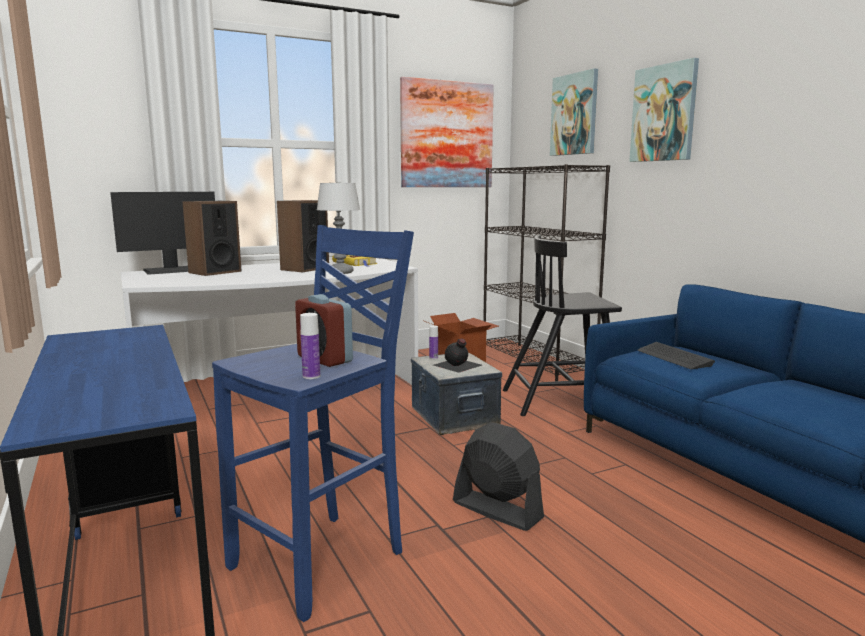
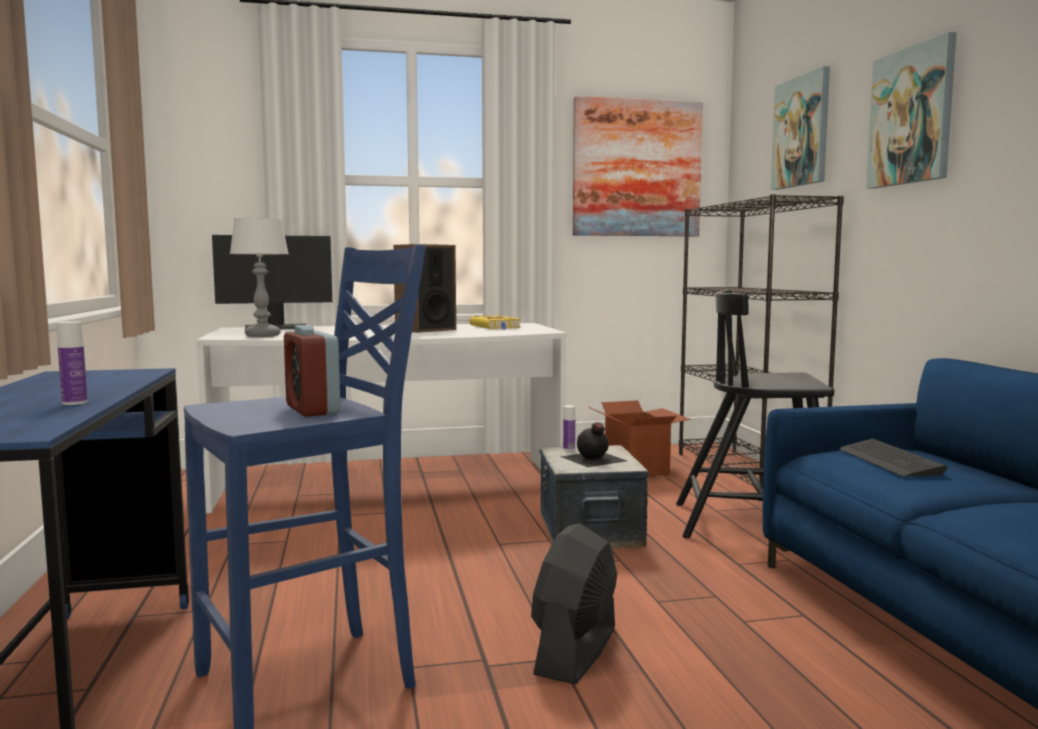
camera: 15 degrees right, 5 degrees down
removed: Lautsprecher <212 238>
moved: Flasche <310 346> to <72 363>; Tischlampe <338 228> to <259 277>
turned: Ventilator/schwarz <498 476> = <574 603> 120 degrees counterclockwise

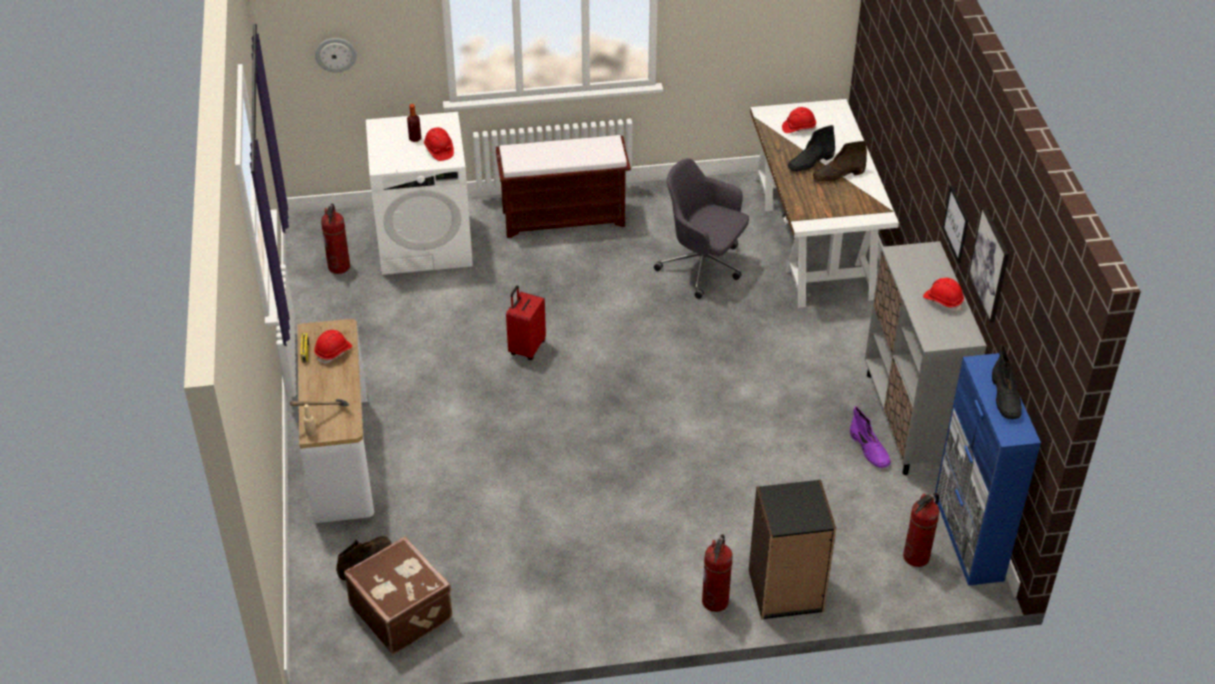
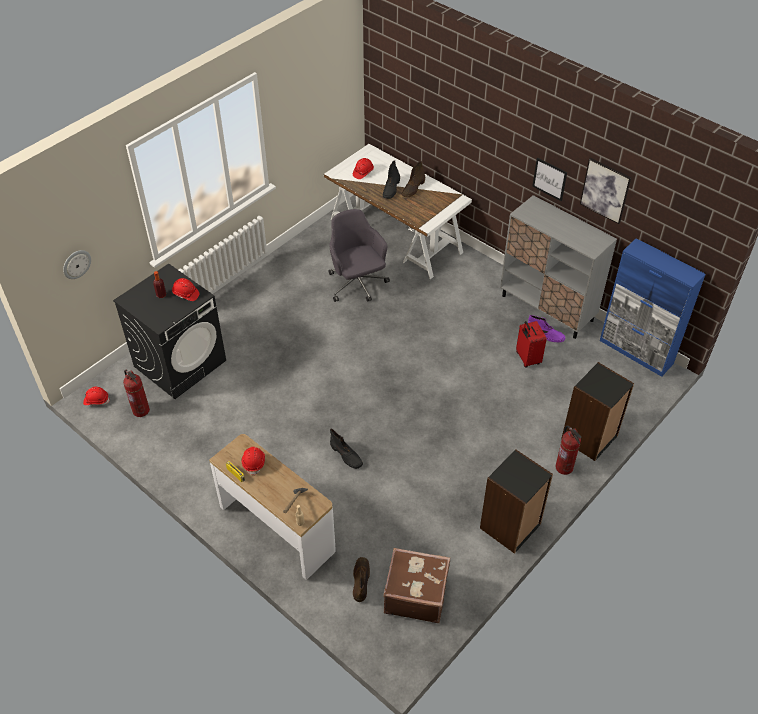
camera: 40 degrees left, 5 degrees up
removed: Bank/braun <563 186>; Feuerlöscher <921 530>
added: Bücherregal/schwarz <516 501>
moved: Koffer/rot <526 323> to <531 344>; Schutzhelm/rot <943 294> to <96 396>; Stiefel/schwarz <1007 381> to <346 449>
recoloured: Waschmaschine/weiß <419 193> to Waschmaschine/schwarz <169 331>
turned: Bürostuhl/grau <701 228> = <359 255> 75 degrees clockwise

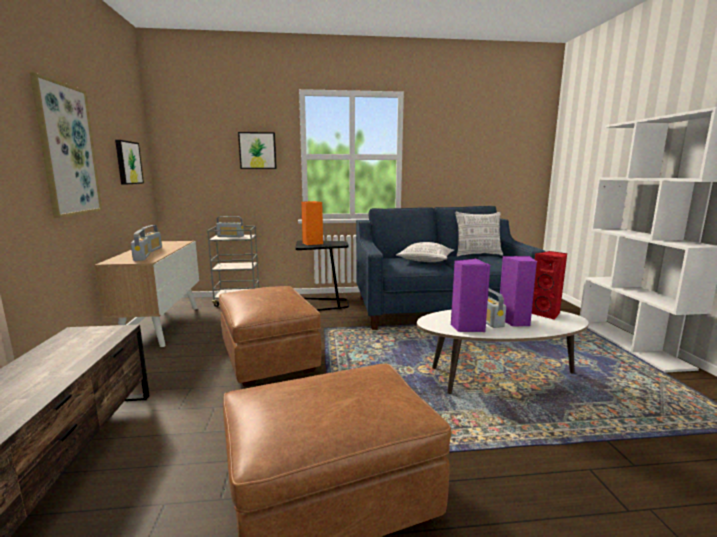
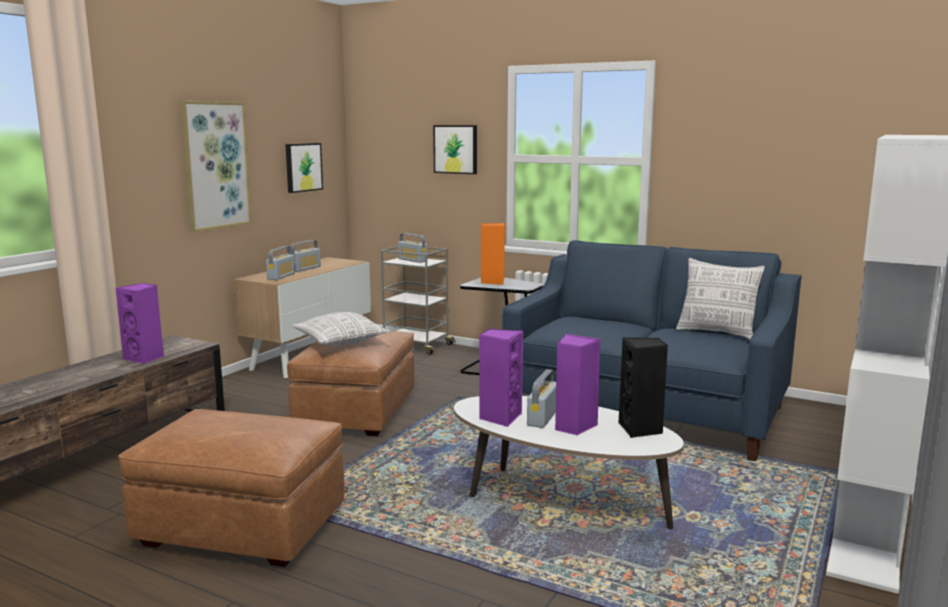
camera: 35 degrees right, 0 degrees up
added: Lautsprecher/lila <140 323>
moved: Kissen <425 252> to <341 329>
recoloured: Lautsprecher/rot <549 285> to Lautsprecher/schwarz <643 387>

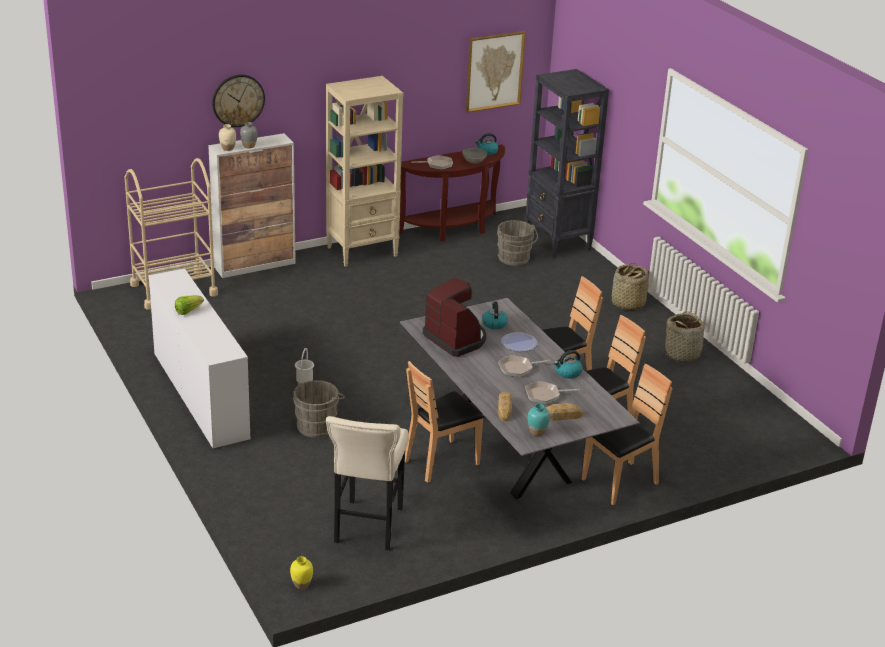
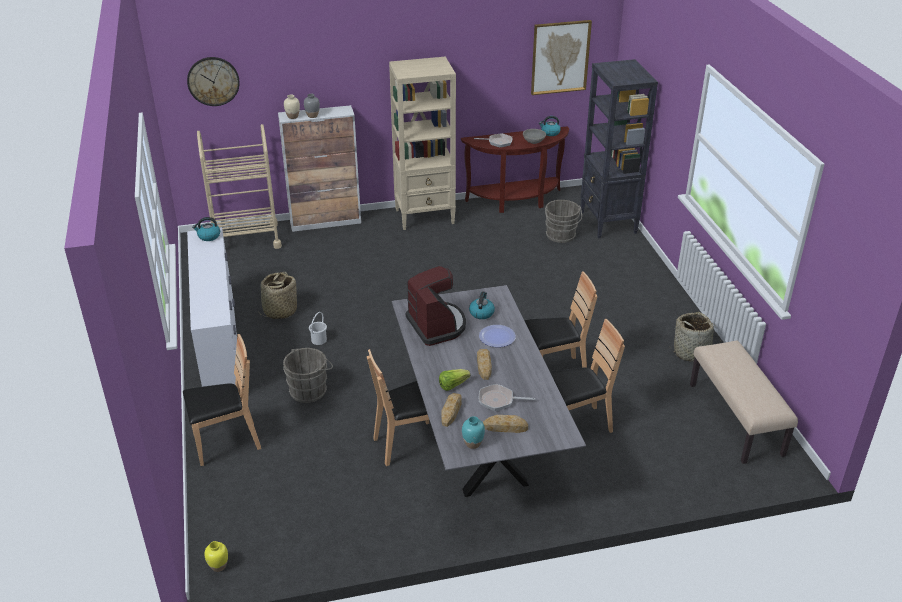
camera: 15 degrees right, 5 degrees up
removed: Hocker/beige <367 483>
added: Bank/beige <744 402>
moved: Salatkopf <189 305> to <455 380>; Wanduhr <238 101> to <213 81>; Wasserkessel <568 364> to <206 229>; Stuhl/braun <627 434> to <222 400>; Korb <630 286> to <278 295>
replaced: Pfanne <524 366> to Brot <484 364>

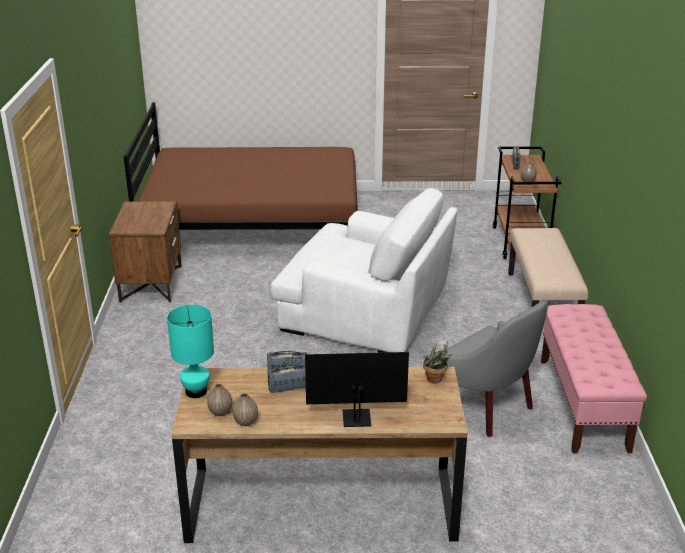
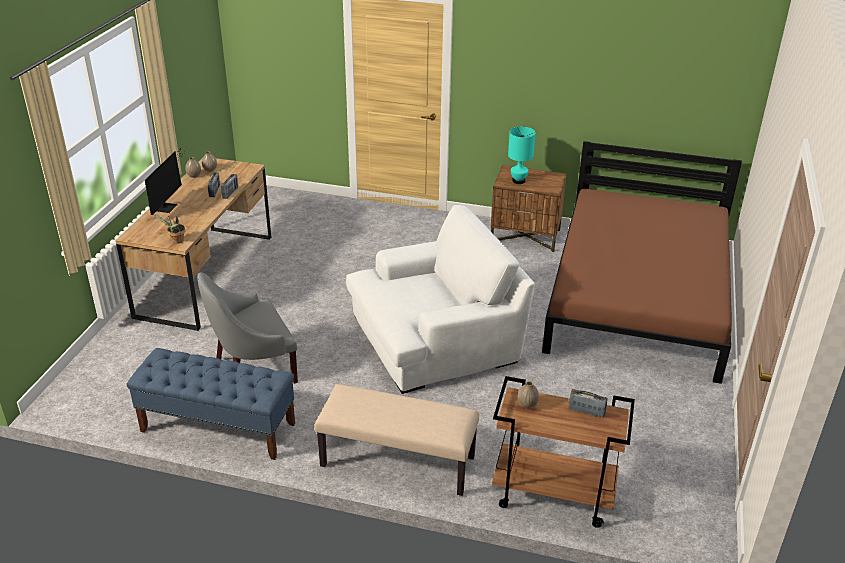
camera: 105 degrees right, 5 degrees up
moved: Tischlampe/türkis <190 351> to <522 155>
recoloured: Bank/rosa <594 378> to Bank/blau <211 404>
turned: Sessel/weiß <364 270> = <440 299> 150 degrees counterclockwise

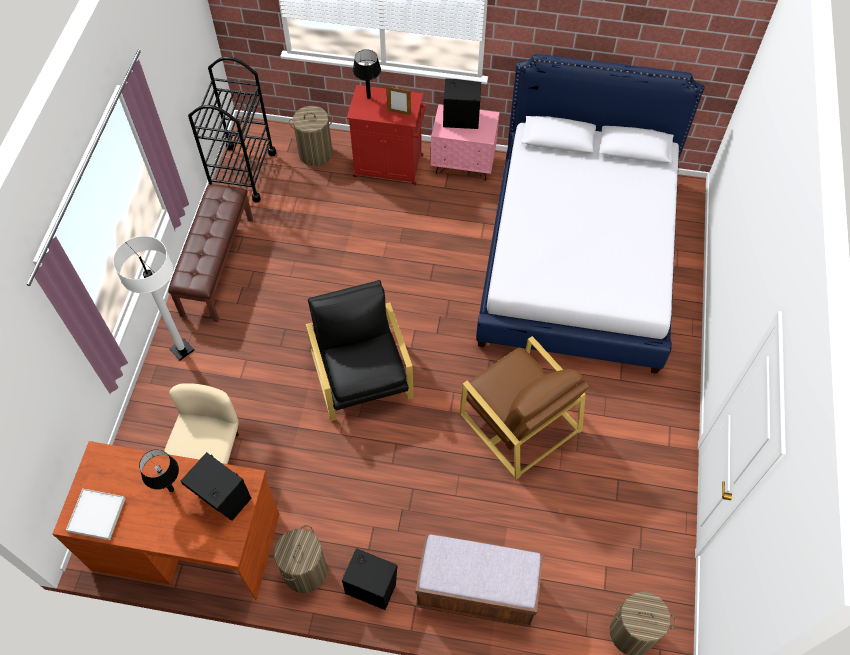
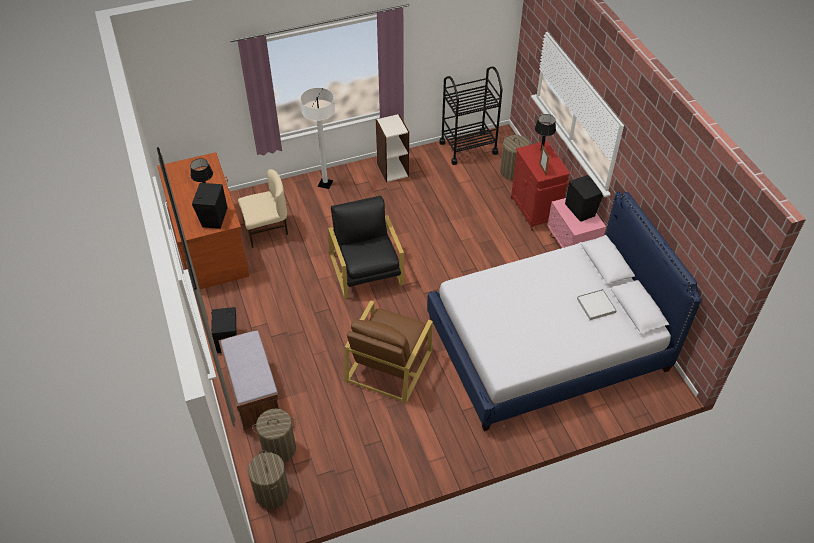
camera: 60 degrees right, 10 degrees down
moved: Tablett/weiß <95 514> to <597 304>; Wäschekorb <300 559> to <274 435>
replaced: Bank/braun <210 253> to Bücherregal <392 148>
turned: Sessel/schwarz <360 350> = <366 247> 60 degrees counterclockwise

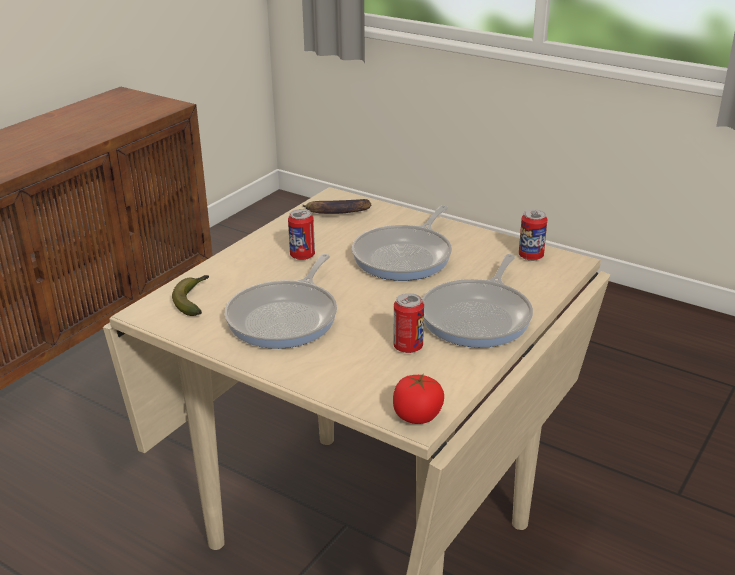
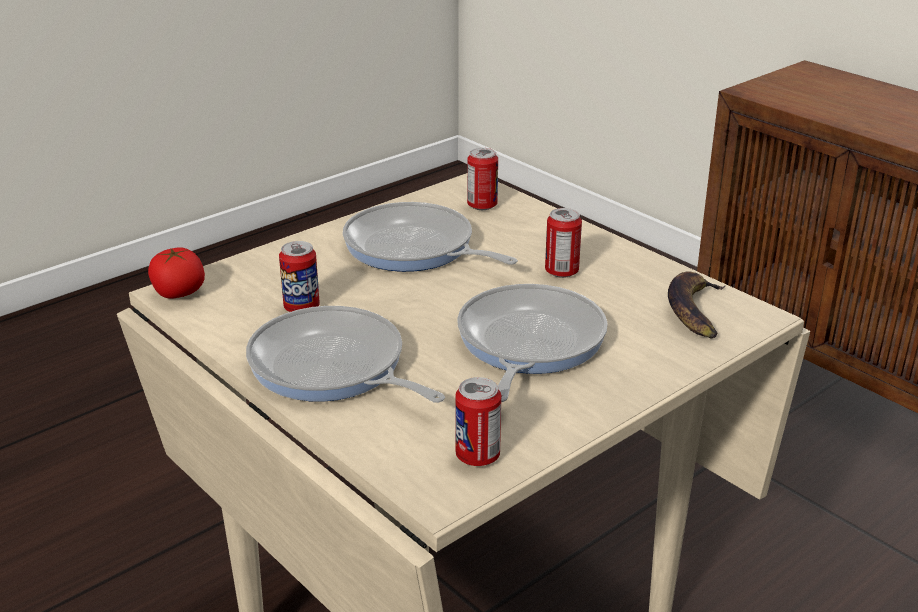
camera: 105 degrees right, 0 degrees up
replaced: Banane <190 295> to Dose <482 179>
turned: Pfanne <402 243> = <532 343> 60 degrees clockwise

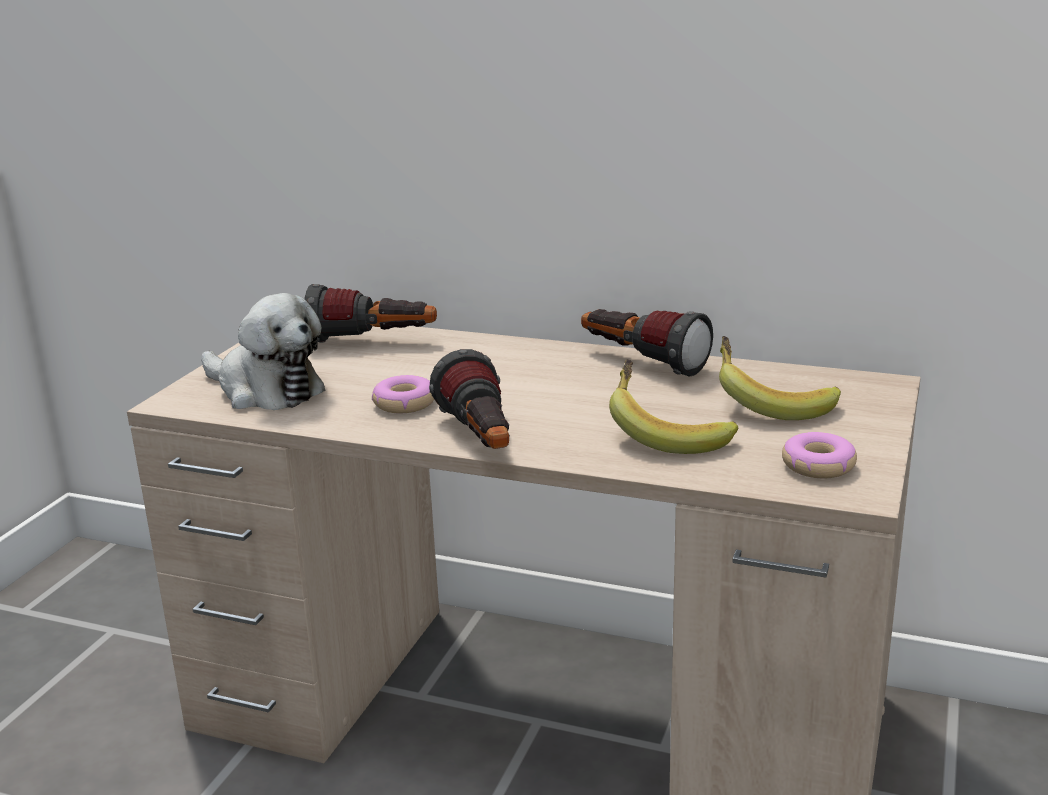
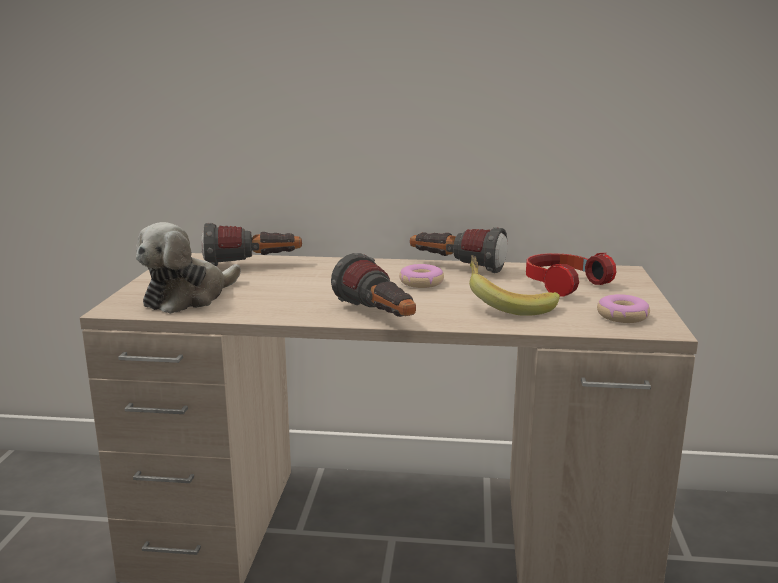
camera: 15 degrees left, 5 degrees down
moved: Donut <403 394> to <421 276>
replaced: Banane <780 378> to Kopfhörer <571 275>
turned: Plüschtier <263 351> = <188 268> 105 degrees clockwise

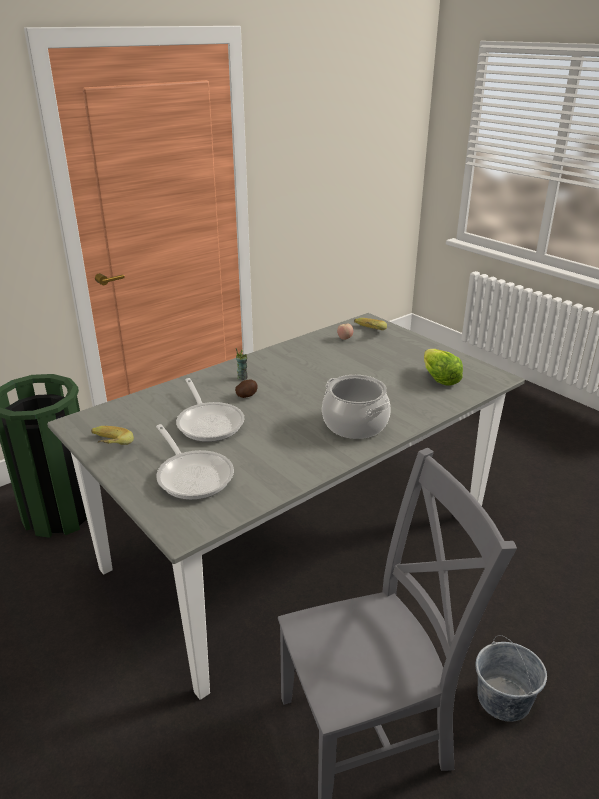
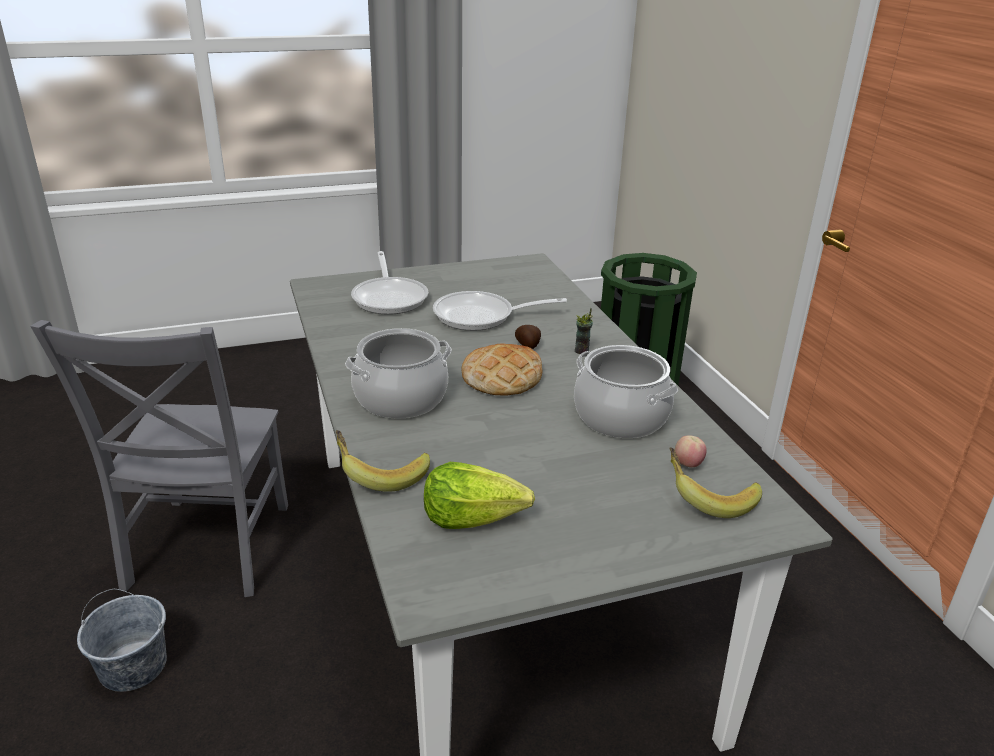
camera: 110 degrees right, 0 degrees up
added: Brot <502 369>; Kochtopf <626 391>
moved: Banane <112 435> to <383 461>
turned: Pfanne <195 462> = <389 283> 90 degrees counterclockwise

